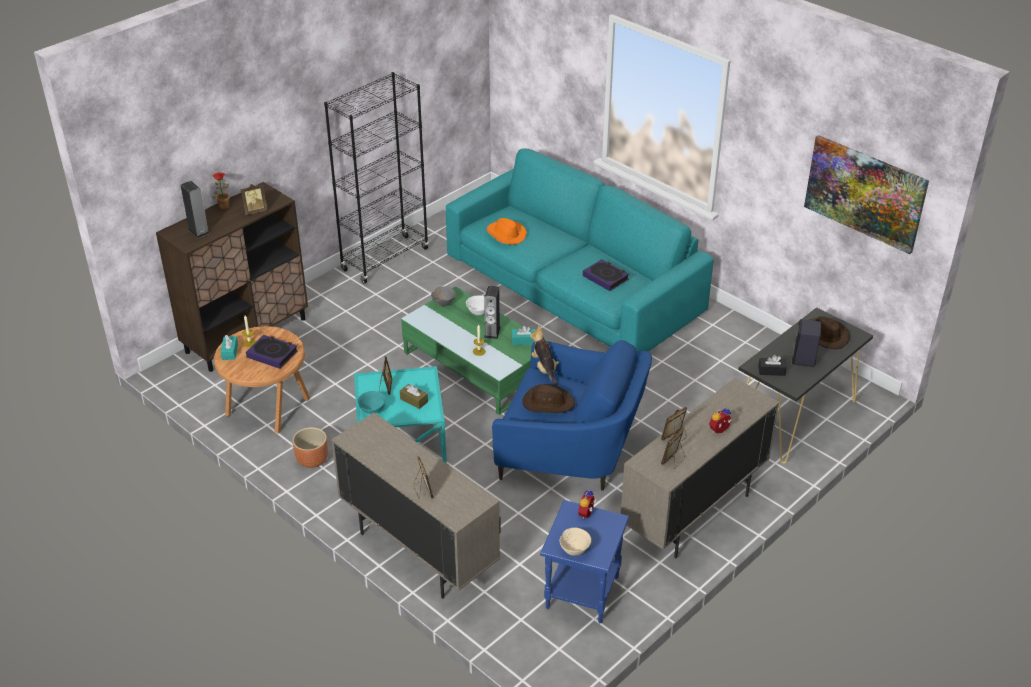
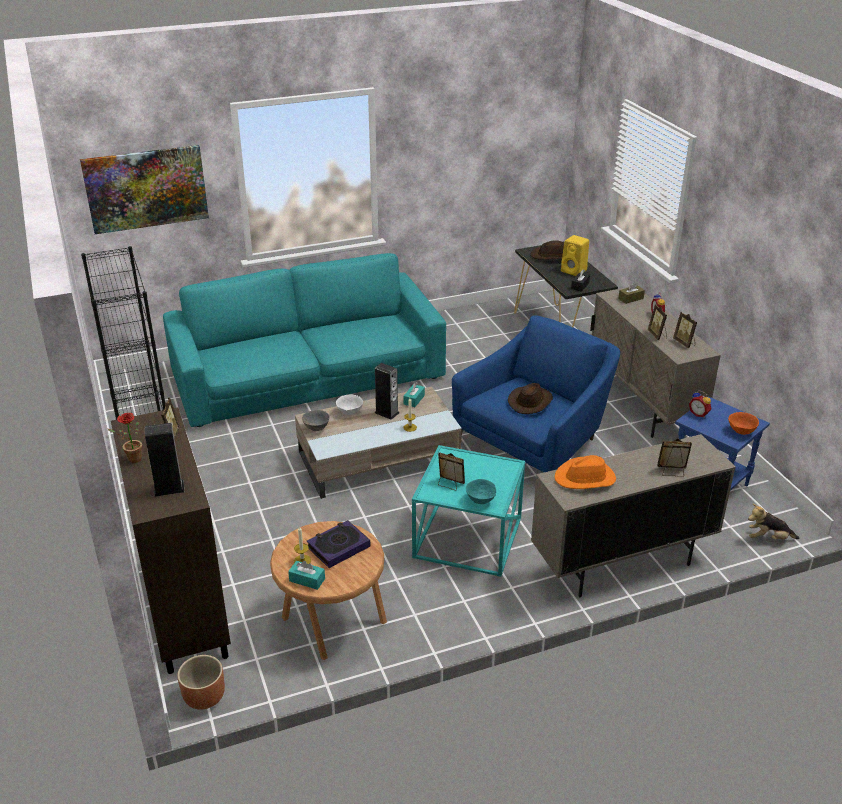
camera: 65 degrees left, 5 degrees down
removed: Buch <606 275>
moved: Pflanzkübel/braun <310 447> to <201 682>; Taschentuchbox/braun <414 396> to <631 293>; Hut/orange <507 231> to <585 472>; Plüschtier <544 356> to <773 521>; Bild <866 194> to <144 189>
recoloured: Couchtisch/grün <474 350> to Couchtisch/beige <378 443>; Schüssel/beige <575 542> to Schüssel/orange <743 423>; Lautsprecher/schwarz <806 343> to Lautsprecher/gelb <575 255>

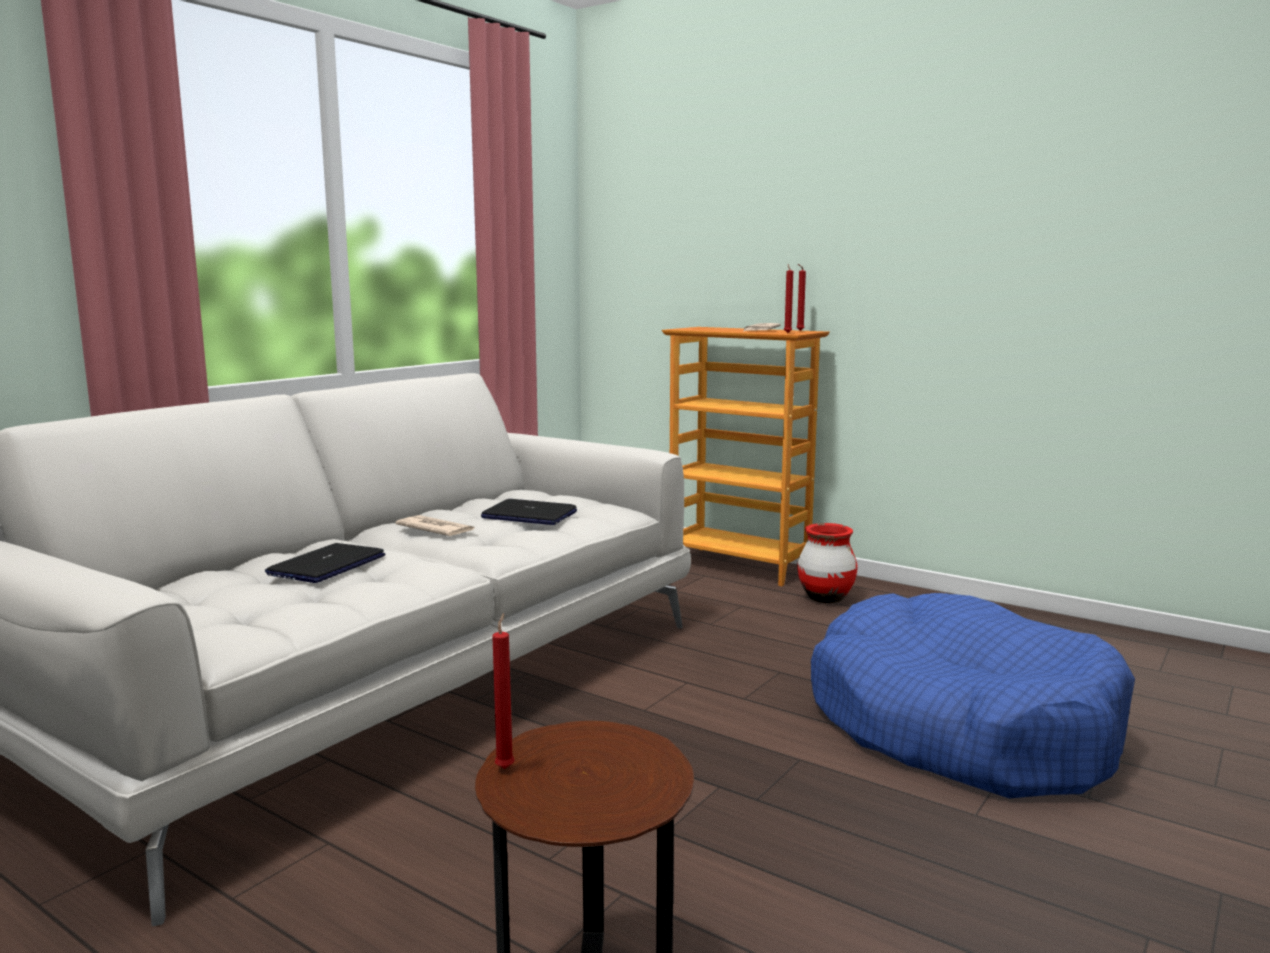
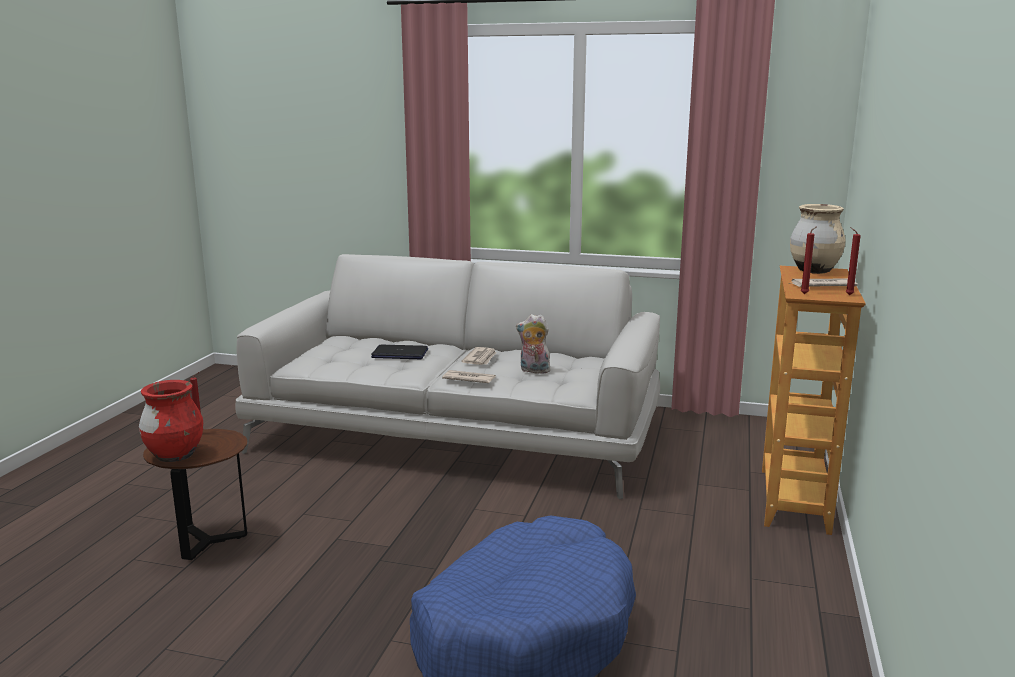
camera: 70 degrees right, 5 degrees up
added: Zeitung <469 376>; Vase/beige <818 239>
moved: Vase/rot <827 563> to <171 421>
replaced: Laptop <529 512> to Plüschtier <533 344>

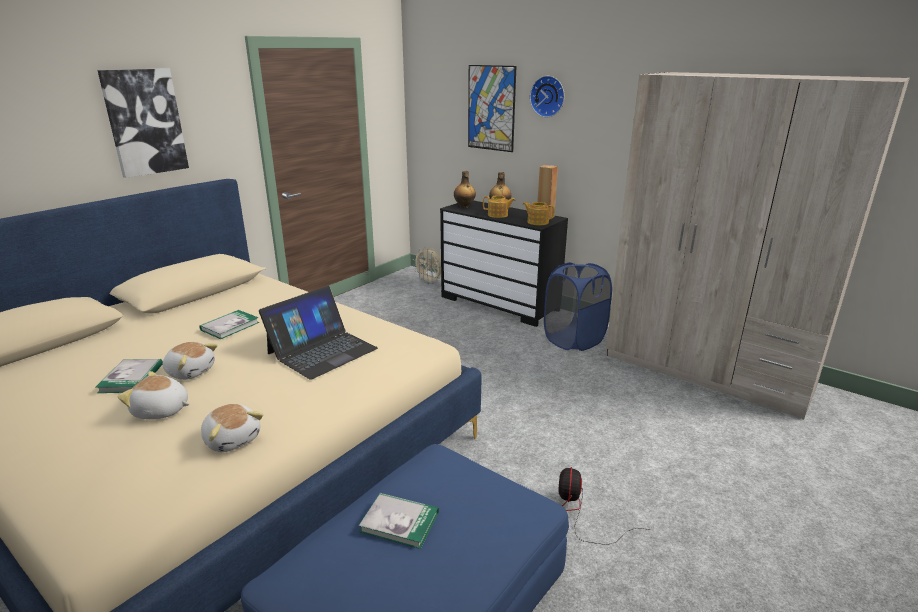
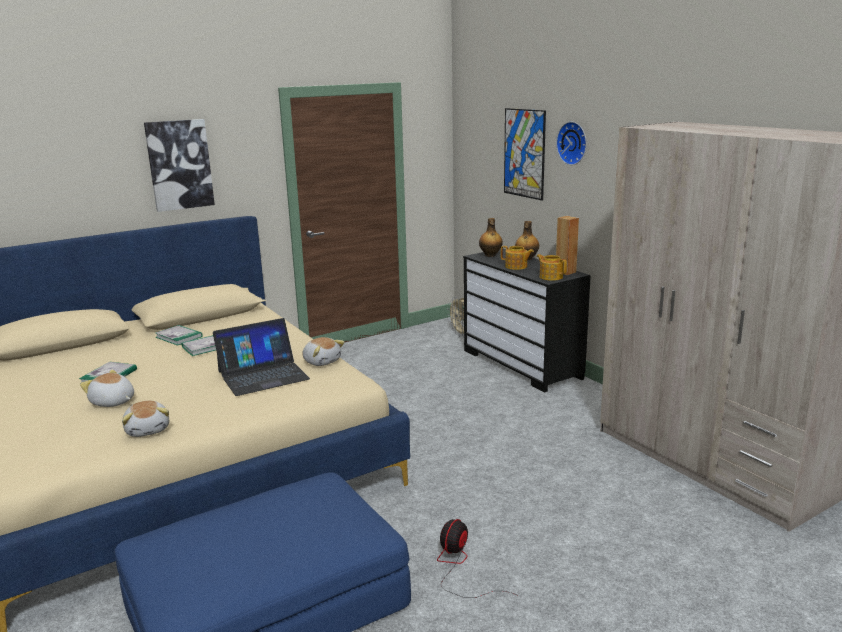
camera: 20 degrees right, 5 degrees down
removed: Wäschekorb/blau <578 306>
moved: Plüschtier <190 361> to <323 351>; Buch <399 521> to <179 335>

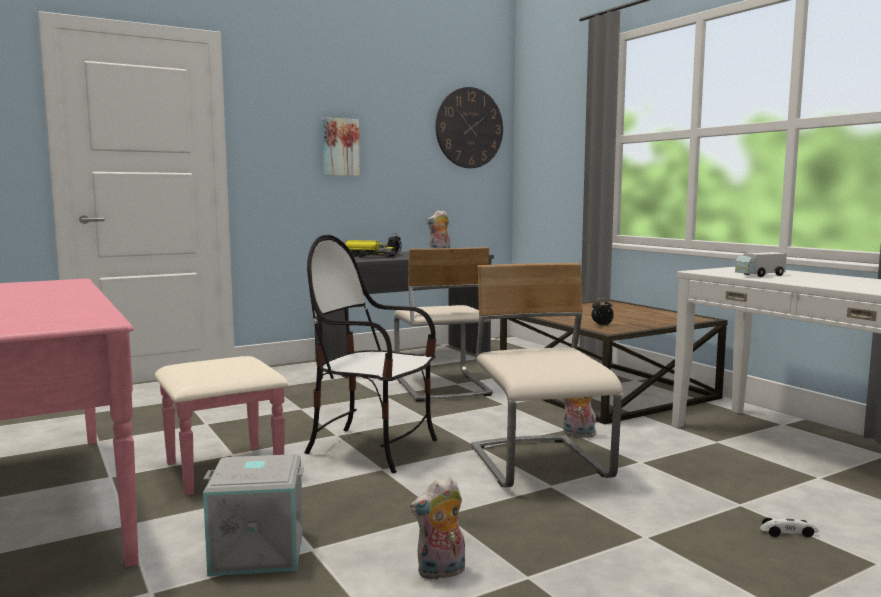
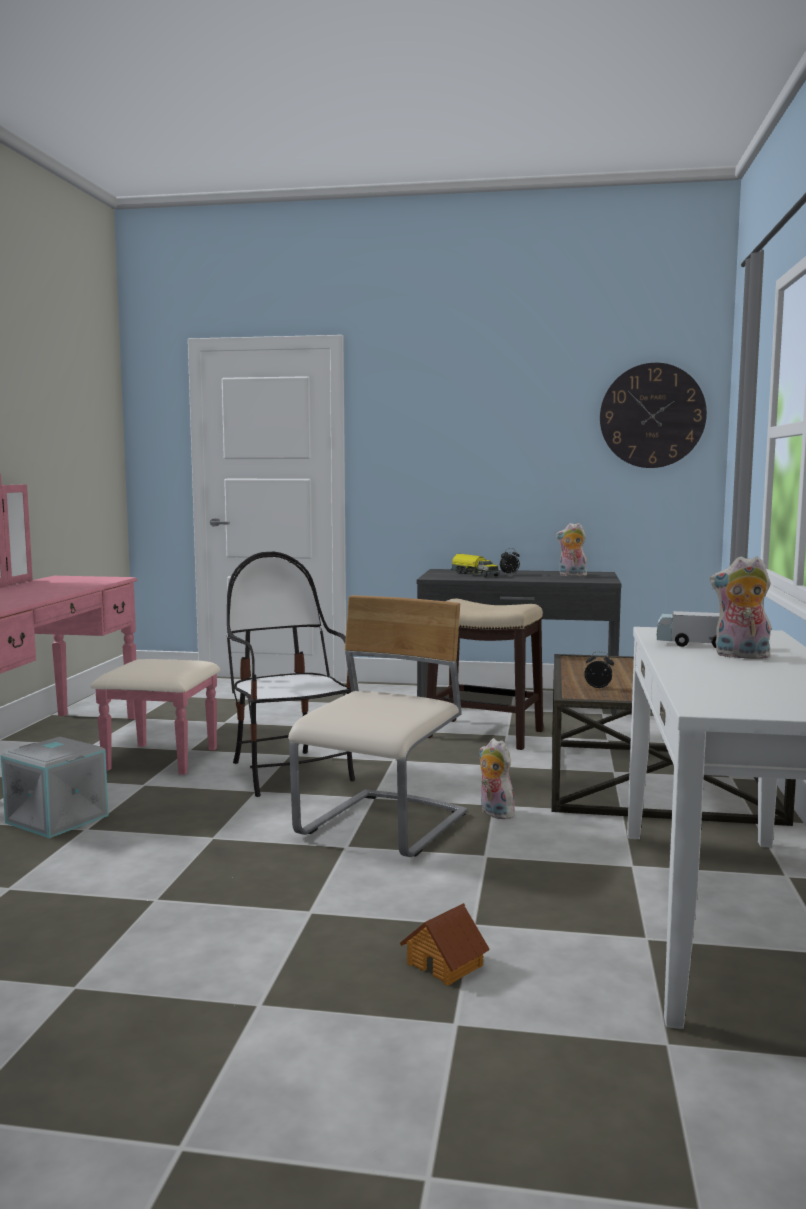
camera: 40 degrees right, 0 degrees up
removed: Bild <341 146>
moved: Plüschtier <437 529> to <740 607>
replaced: Stuhl/beige <443 324> to Hocker <484 674>; Spielzeugauto <789 528> to Spielzeughaus <445 944>

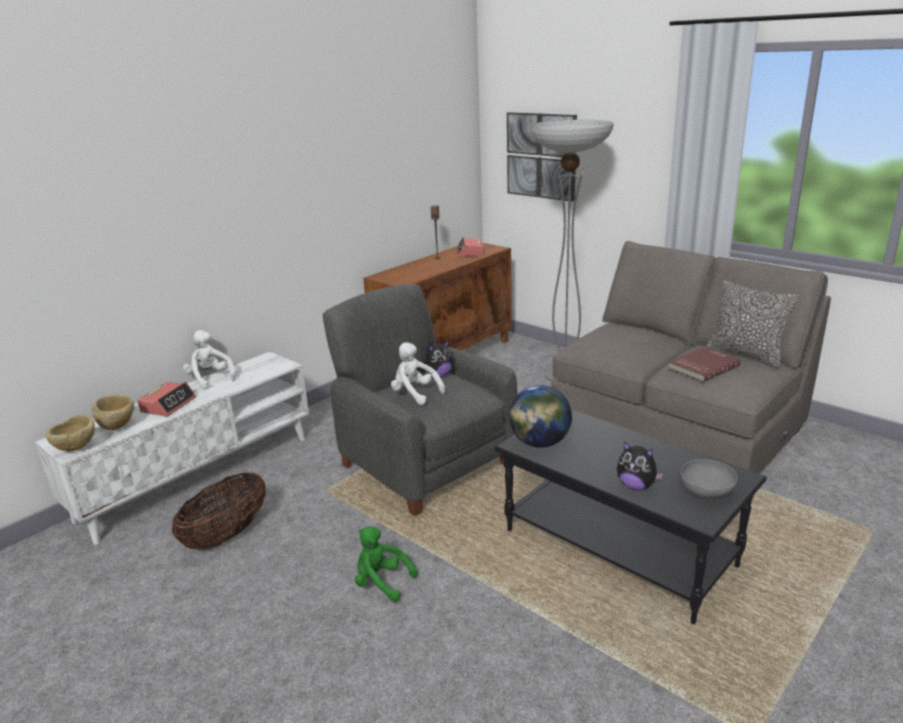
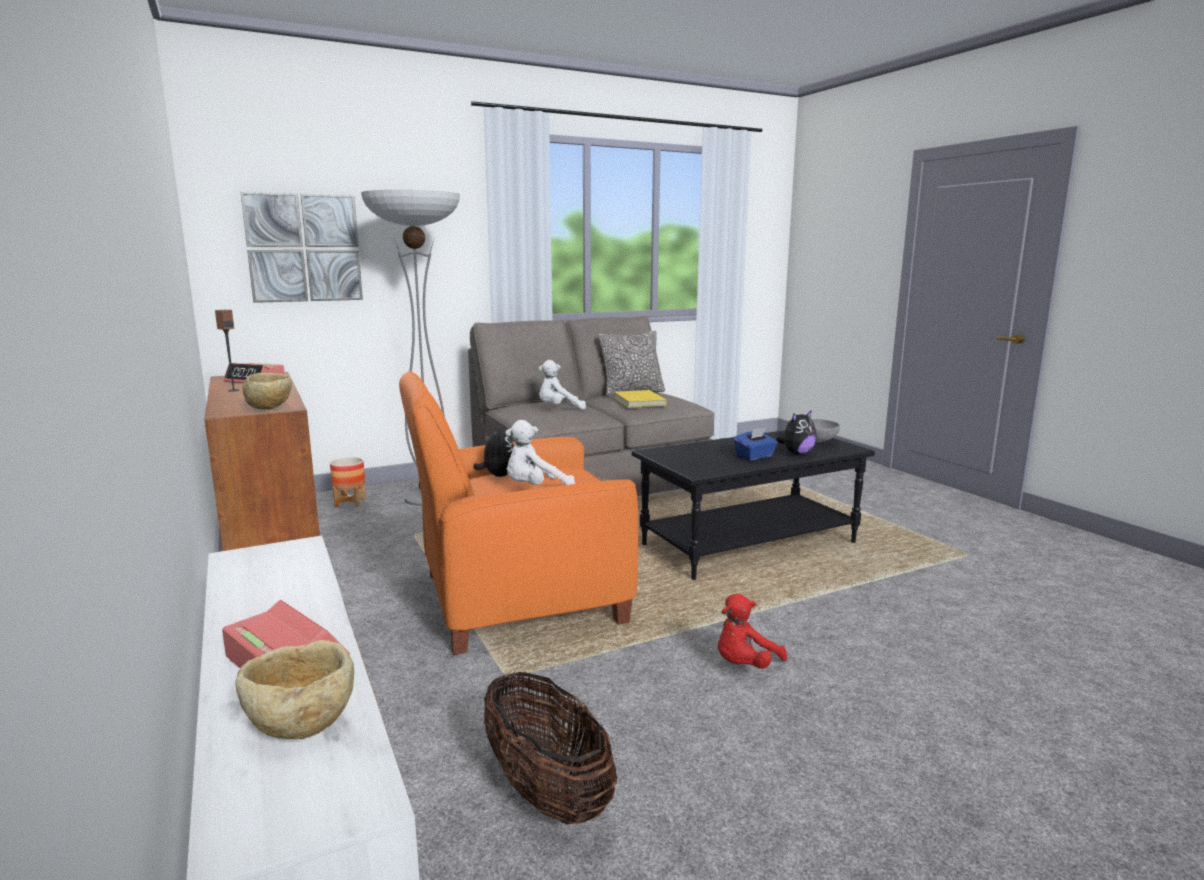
camera: 70 degrees left, 10 degrees down
removed: Globus <540 416>
added: Pflanzkübel <348 482>; Taschentuchbox/blau <756 444>
moved: Schüssel/beige <70 433> to <267 391>; Plüschtier/weiß <209 359> to <562 385>
recoloured: Sessel/grau <420 399> to Sessel/orange <518 513>; Plüschtier/grün <386 564> to Plüschtier/rot <752 631>; Buch/rot <704 364> to Buch/gelb <640 399>

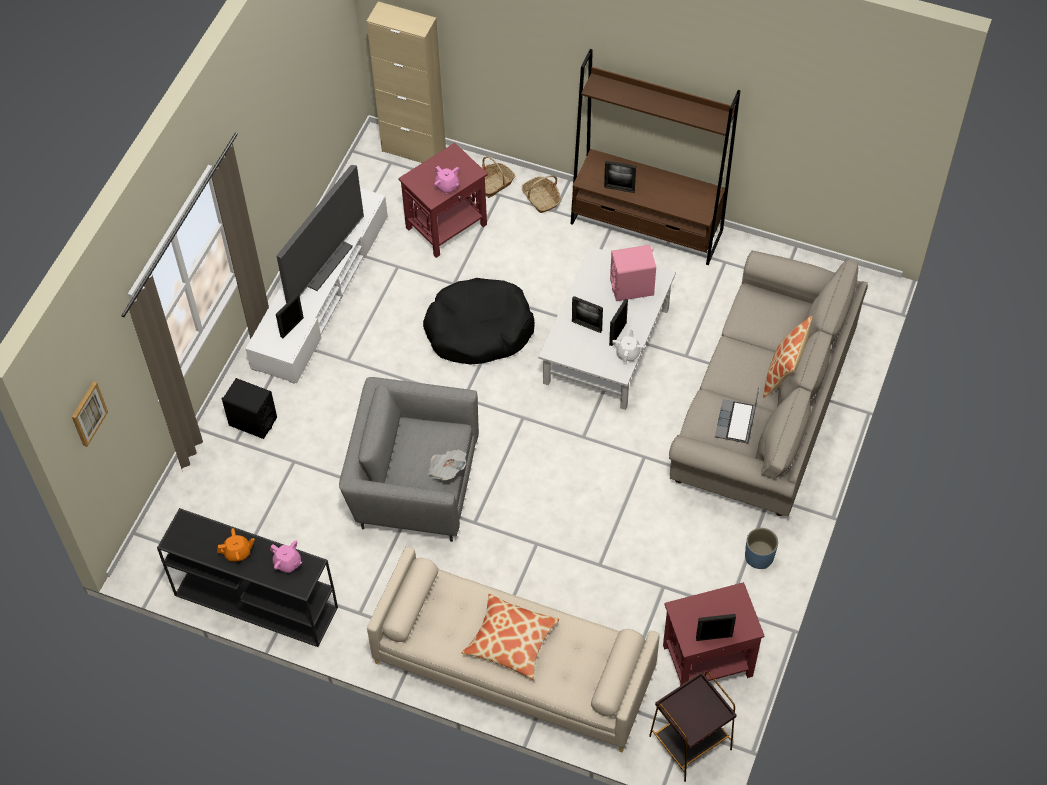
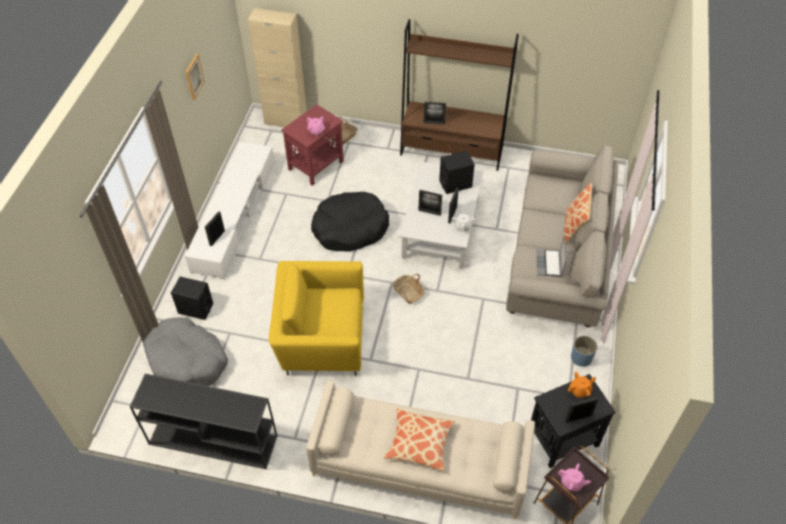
camera: 10 degrees left, 5 degrees down
removed: Fernseher <320 234>; Zeitung <447 464>
added: Hundebett/grau <185 351>
moved: Bild <90 414> to <195 77>; Teekanne/orange <236 545> to <582 385>; Teekanne/rosa <286 556> to <574 477>; Korb <541 194> to <408 289>
recoloured: Sessel/grau <409 459> to Sessel/gelb <316 318>; Lautsprecher/rosa <633 273> to Lautsprecher/schwarz <457 172>; Beistelltisch/rot <713 634> to Beistelltisch/schwarz <573 421>

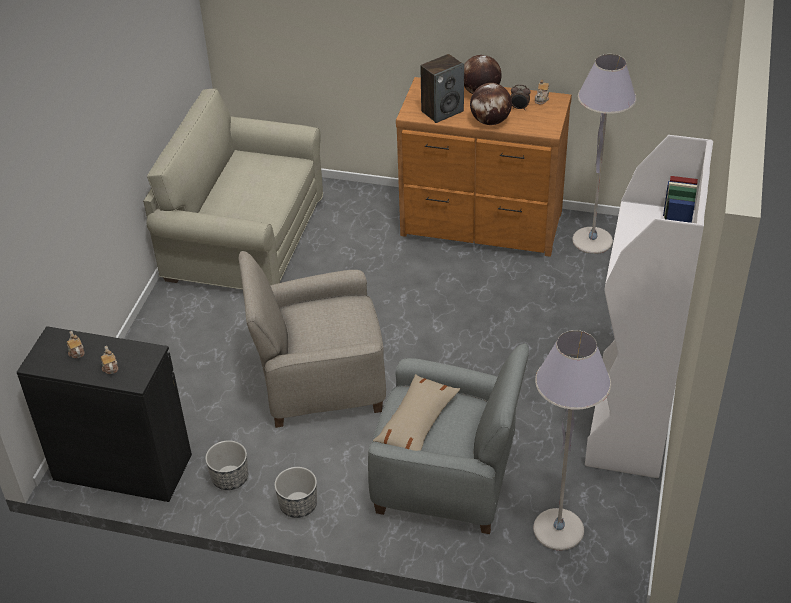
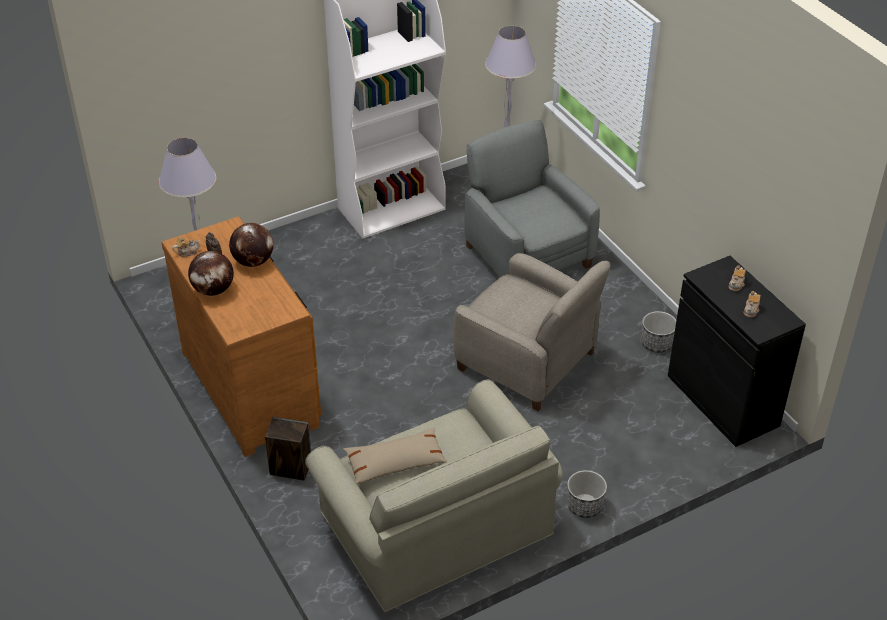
camera: 135 degrees left, 0 degrees up
moved: Pflanzkübel <295 492> to <587 494>; Kissen/beige <416 412> to <395 456>; Lautsprecher <442 88> to <288 449>

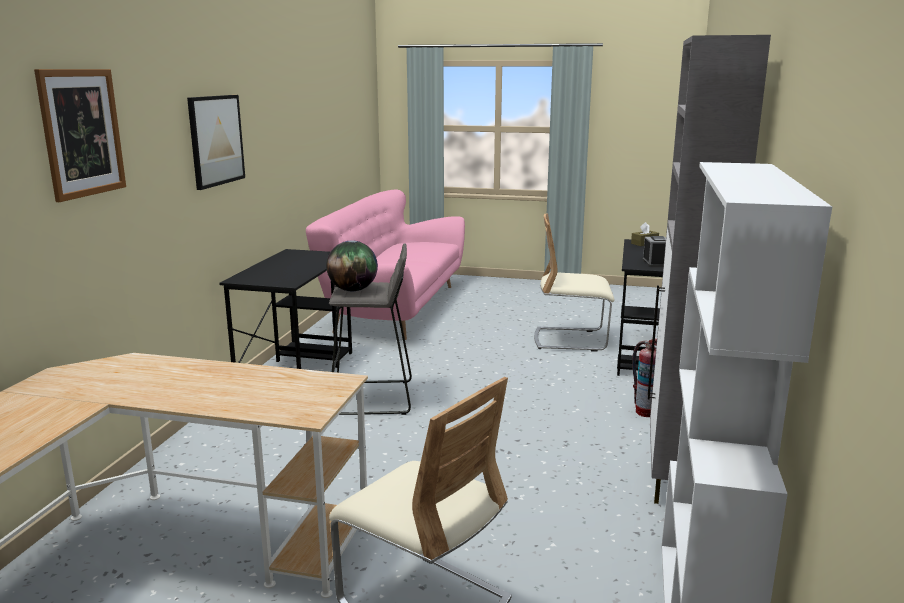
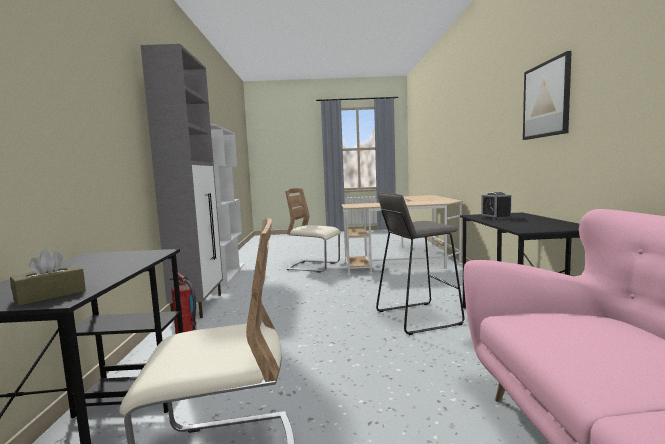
camera: 165 degrees right, 10 degrees down
removed: Bild <80 135>; Globus <352 266>
moved: Wecker <654 251> to <496 206>

